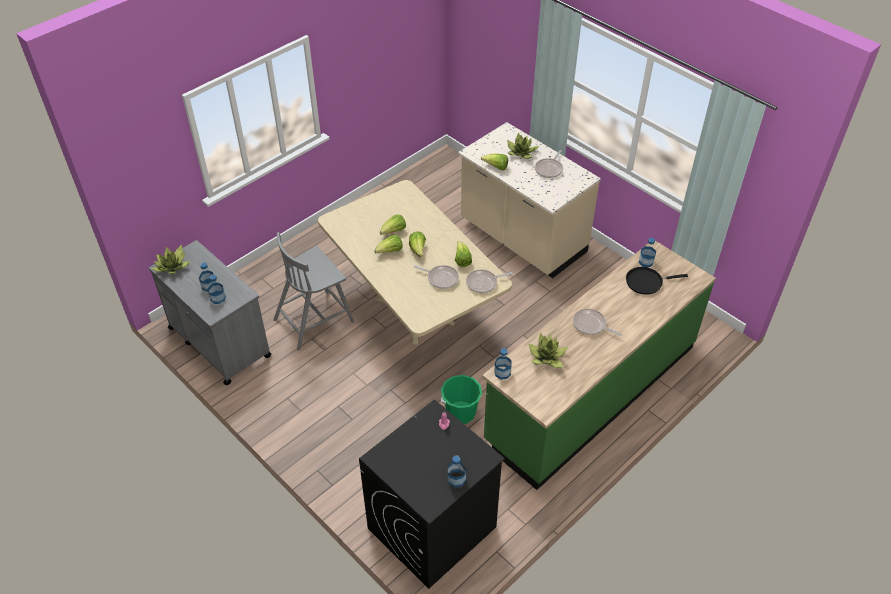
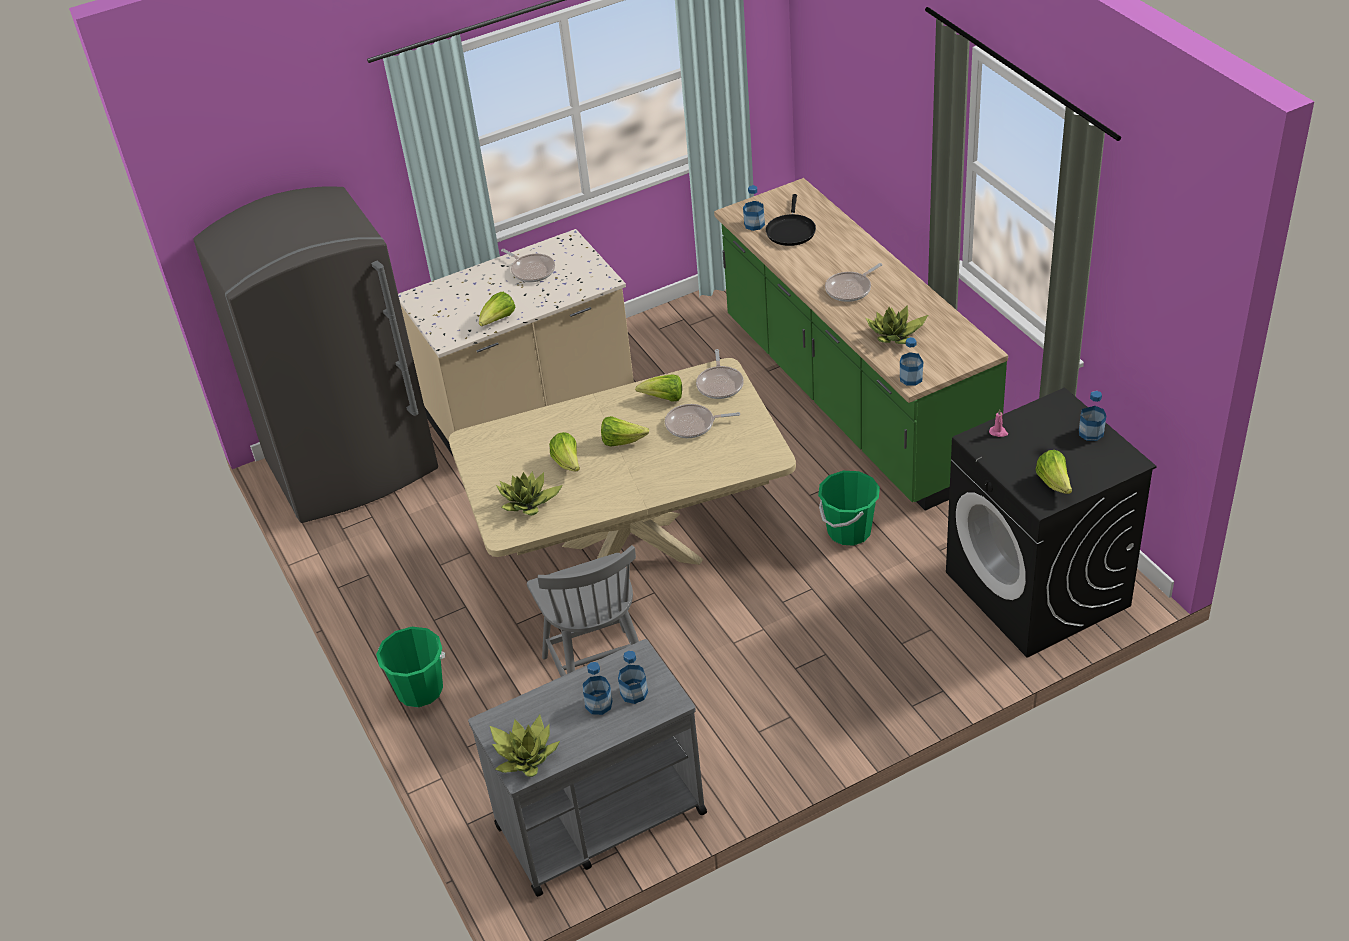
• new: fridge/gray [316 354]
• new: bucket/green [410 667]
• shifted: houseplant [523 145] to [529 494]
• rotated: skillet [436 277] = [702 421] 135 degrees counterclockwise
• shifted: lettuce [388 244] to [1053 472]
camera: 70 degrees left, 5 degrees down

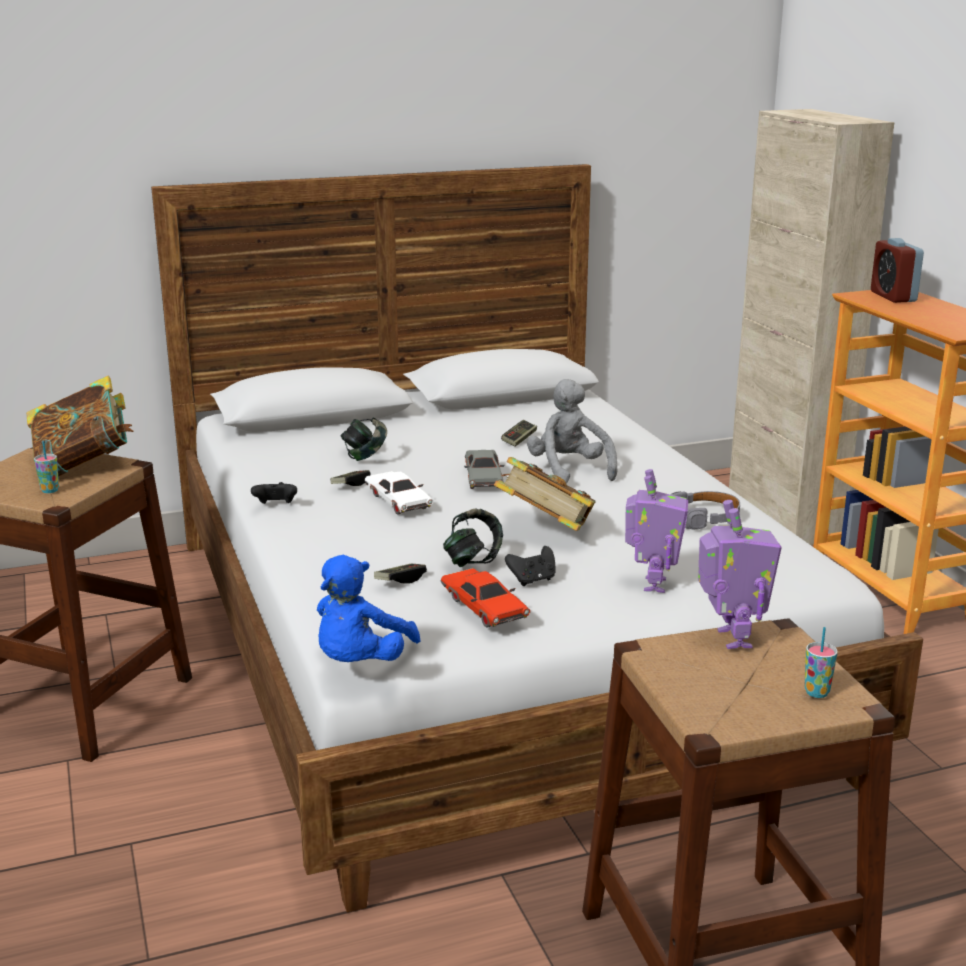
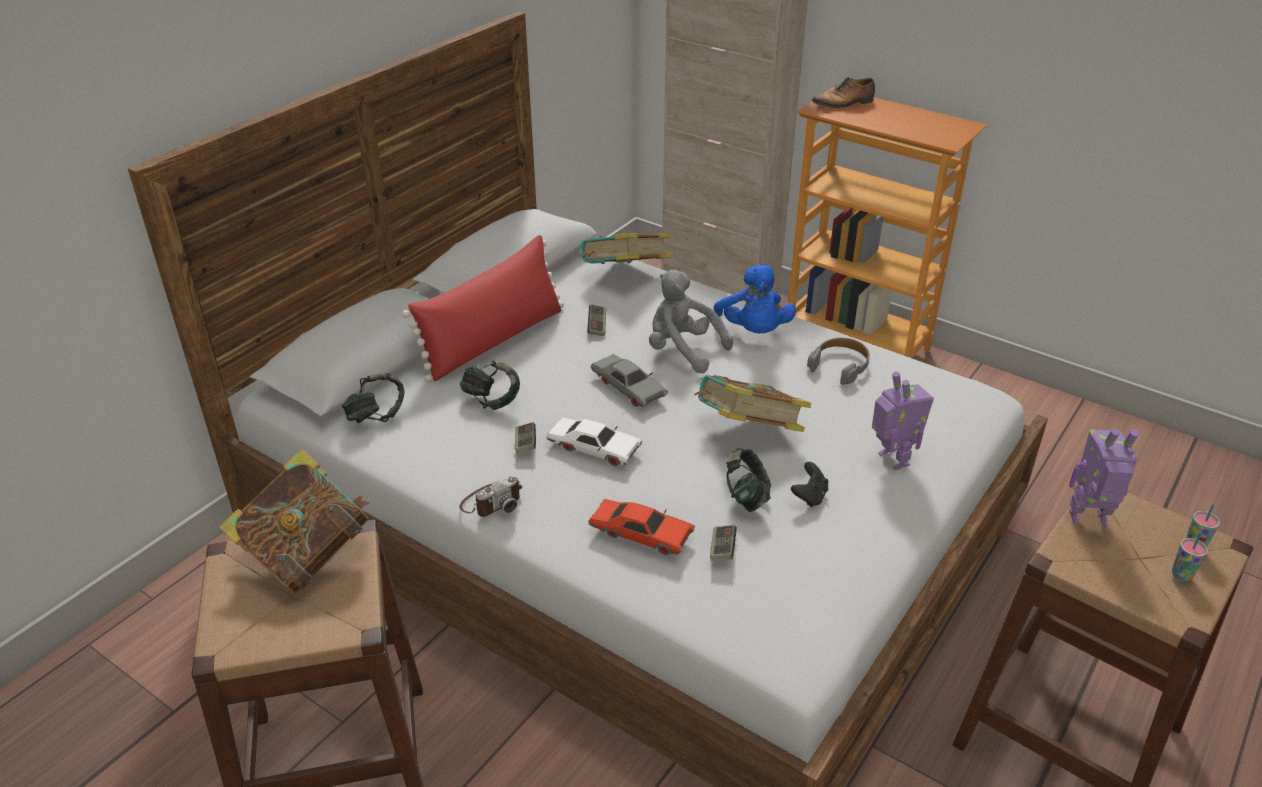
• new: headset [373 398]
• new: pillow/reddish [483 308]
• swapped: joypad/black [274 493] to photo camera [490 496]
• new: book [626 248]
• shifted: toy car/reddish [485 598] to [641 527]
• shifted: soft toy/bluish [368 608] to [755 299]
• swapped: alarm clock [897 270] to item of footwear [843 92]
• rotated: robot figure [740 574] = [1104 477] 45 degrees counterclockwise
• shifted: small cup [46 467] to [1190 557]
camera: 35 degrees left, 15 degrees up

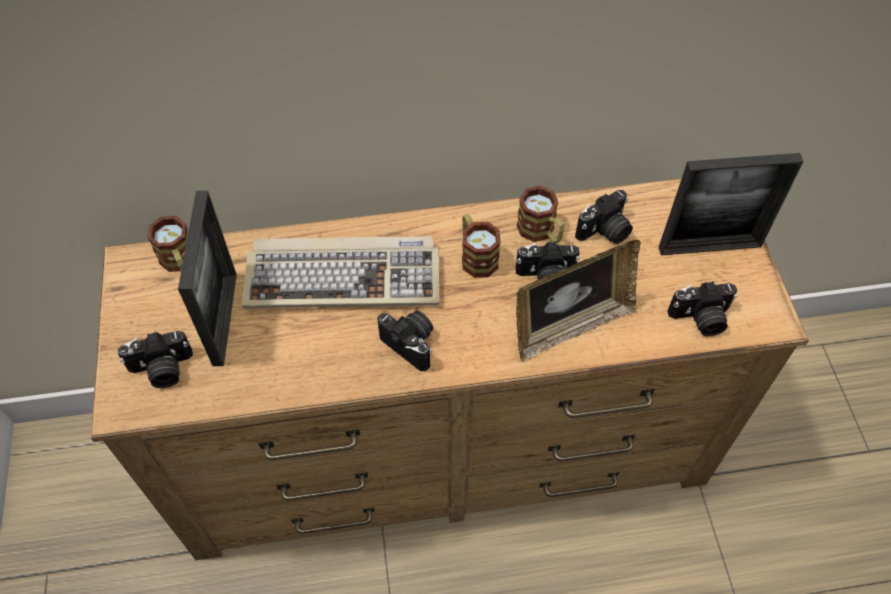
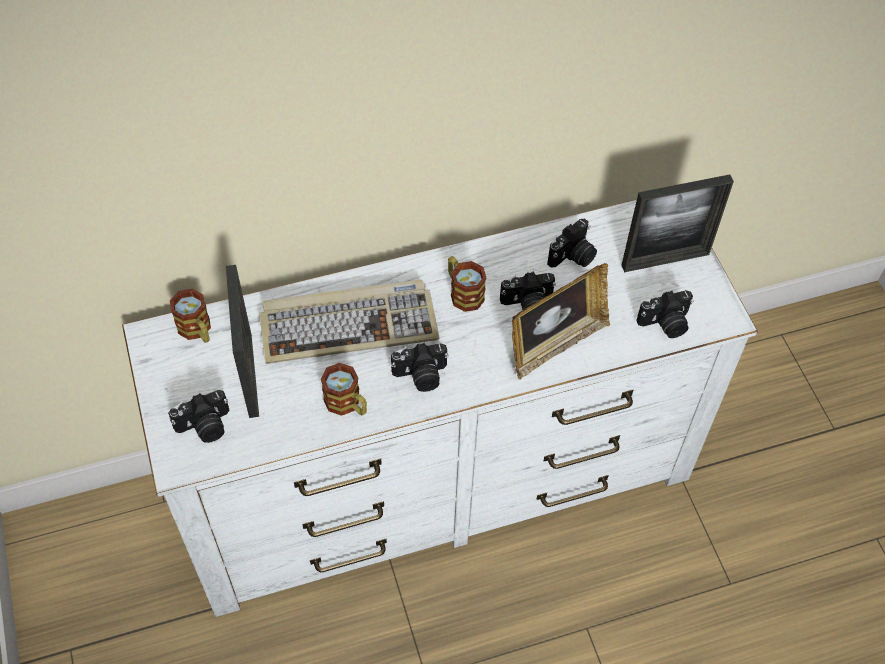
• repainted: dresser/brown [450 369] to dresser/white-coloured [440 408]
• shifted: mug [540 214] to [344 389]
• rotated: photo camera [405 341] = [420 367] 135 degrees clockwise
camera: 10 degrees left, 0 degrees up

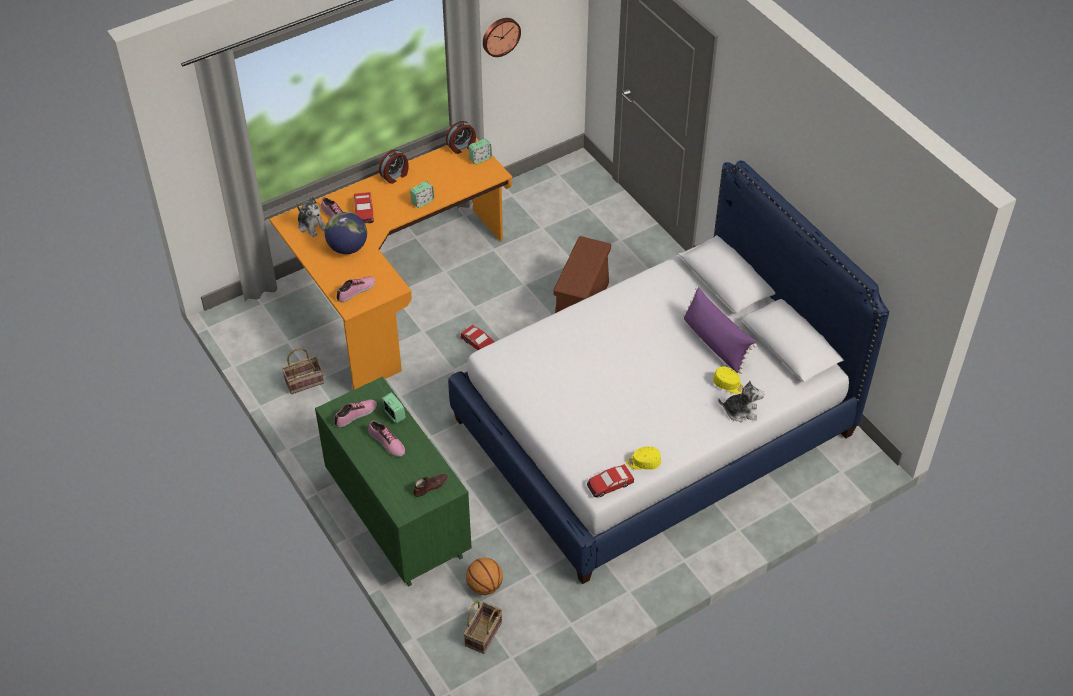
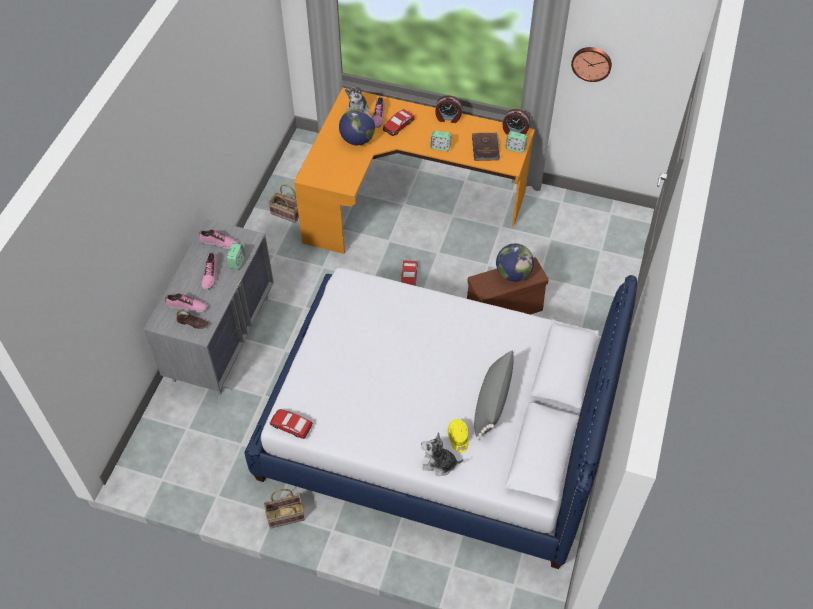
• repainted: dresser/green [393 482] to dresser/gray [209 307]
• shifted: item of footwear [355 289] to [186 303]
• shifted: household basket [482 627] to [284 509]
• rotated: soft toy [741 402] = [442 454] 135 degrees clockwise
• new: book/brown [486 146]
• repainted: pillow/purplish [720 330] to pillow/gray [494 394]
• new: globe [515 262]
• gone: basketball [484 576]
• gone: cap/yellowish [643 458]
camera: 50 degrees right, 5 degrees up

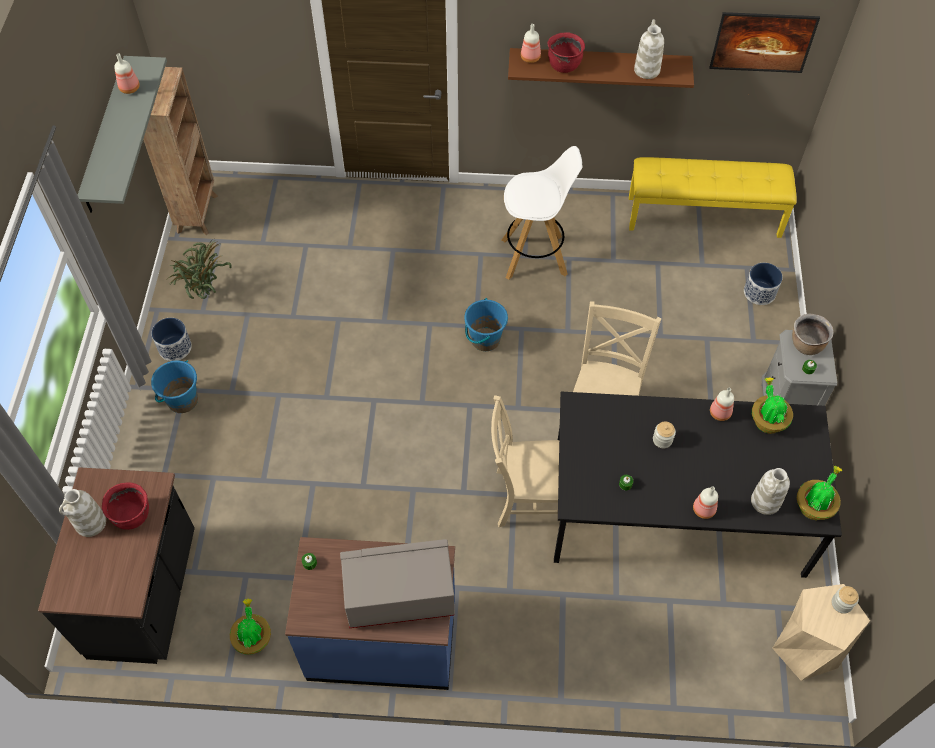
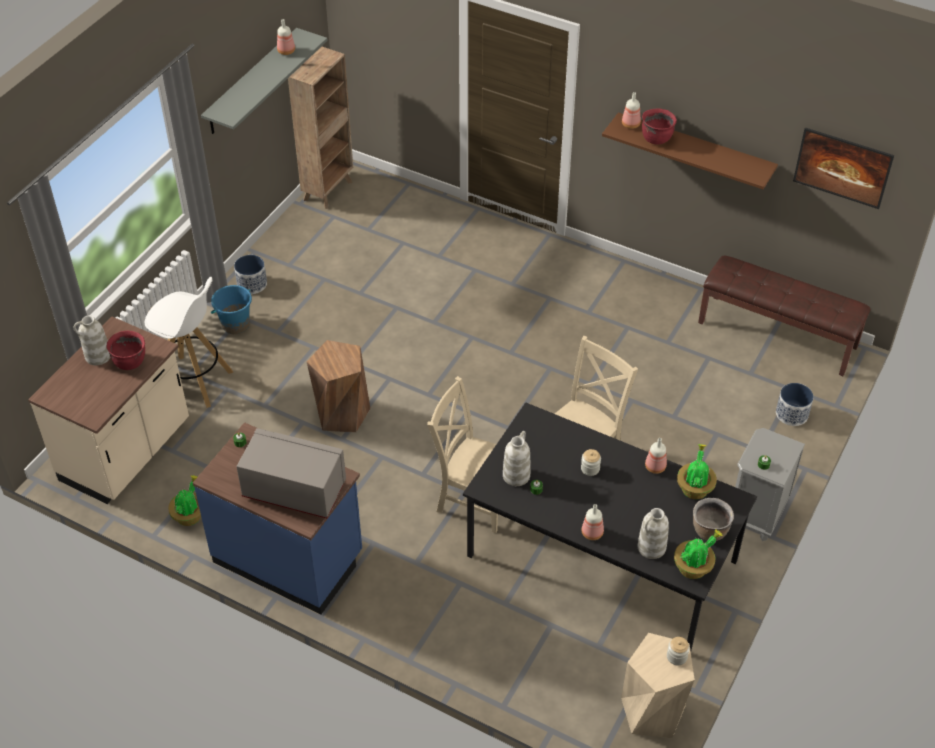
• repainted: kitchen counter/black [116 565] to kitchen counter/sand-coloured [108 410]
• shifted: stool seat/white-coloured [541 213] to [189 342]
• new: stool seat/brown [338 386]
• shifted: flower vase/white-coloured [649 49] to [517 458]
• shifted: stockpot/brown [812 334] to [713 519]
• repainted: bench/yellowish [712 197] to bench/brown [784 316]
• gone: houseplant [198 269]
• gone: bucket/bluish [486 324]
camera: 25 degrees right, 10 degrees down

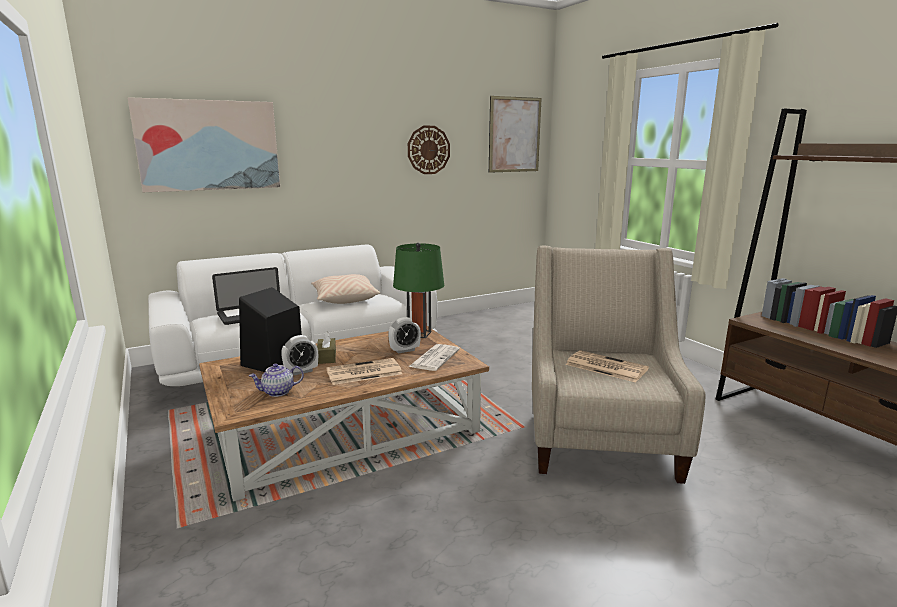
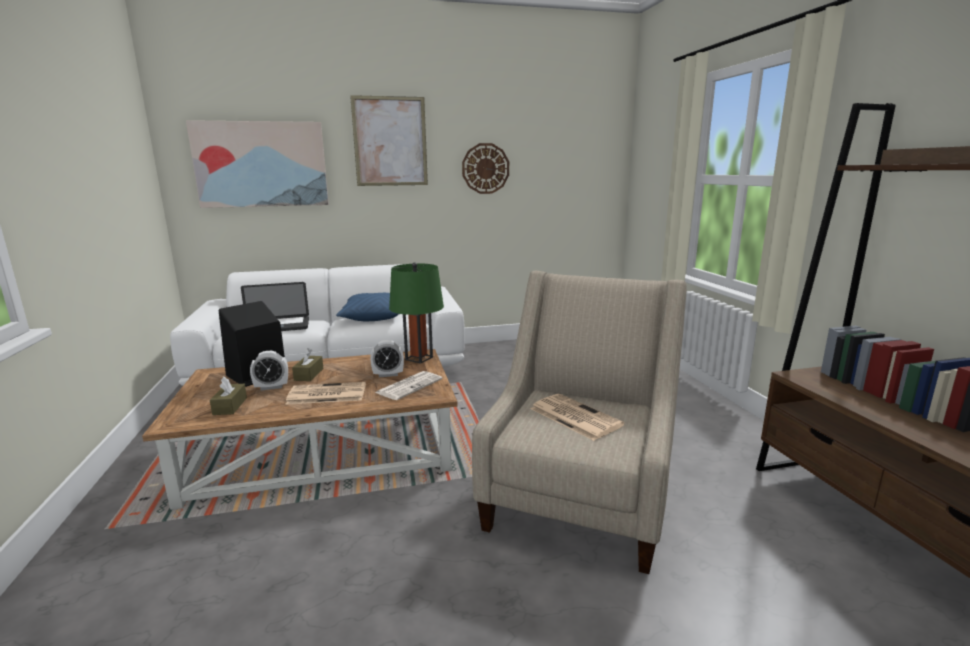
• swapped: tea pot [276 380] to tissue holder/brown [228 396]
• repainted: pillow/sand-coloured [345 289] to pillow/bluish [367 307]
• shifted: wall art [515 134] to [389 140]
camera: 15 degrees right, 0 degrees up

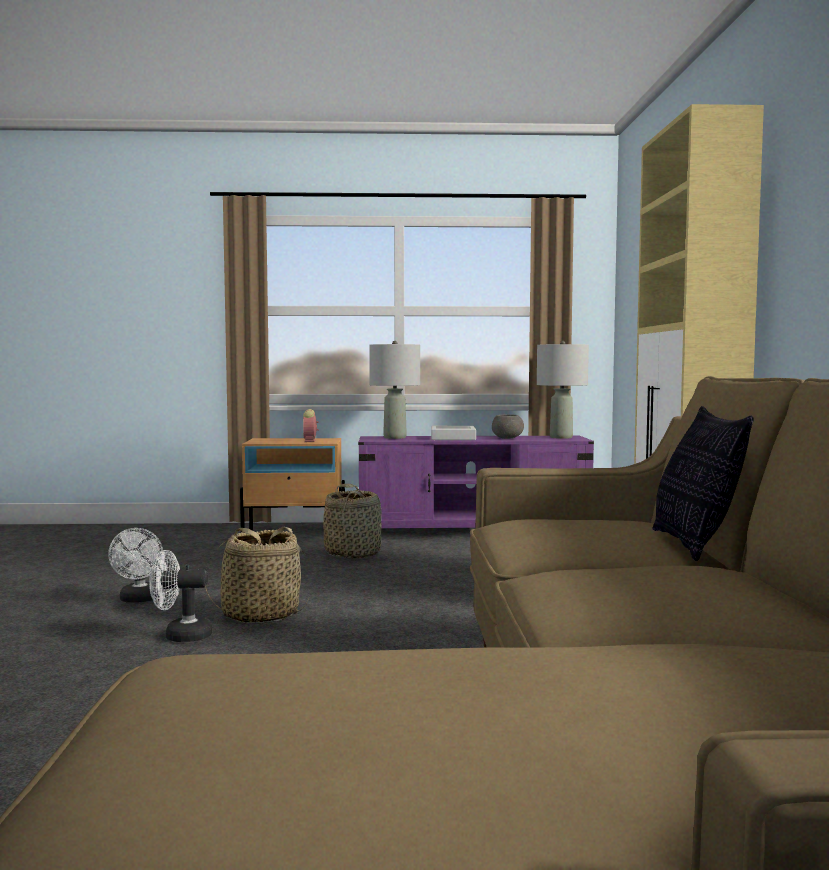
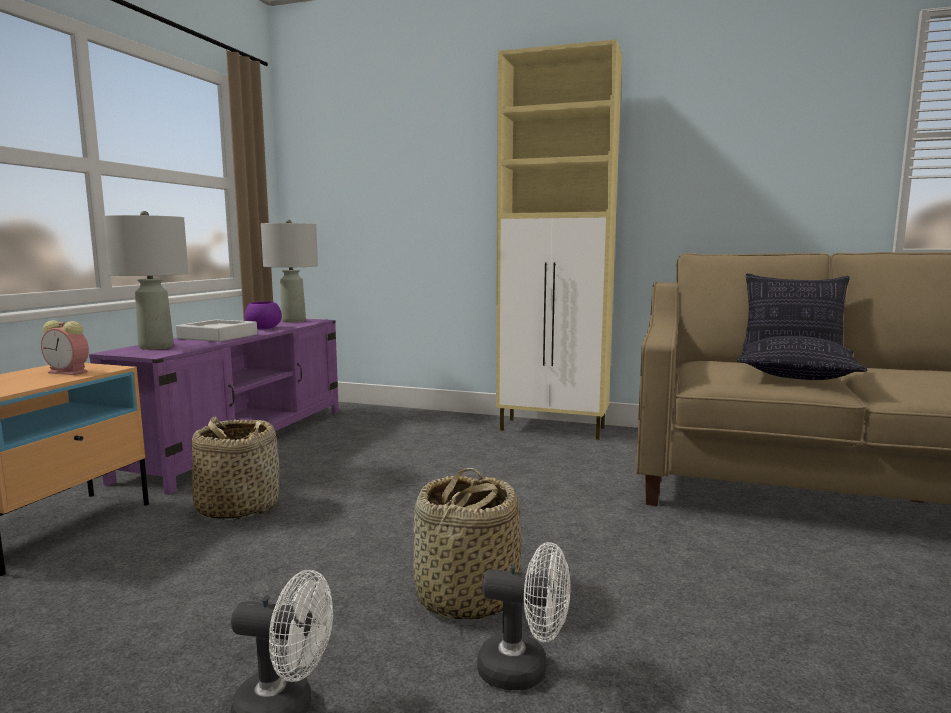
• repainted: deep dish/gray [508 426] to deep dish/purplish [263 315]
• rotated: cooling fan/white-coloured [180 596] = [524 616] 90 degrees counterclockwise
• new: pillow [802 358]
camera: 70 degrees left, 5 degrees up

